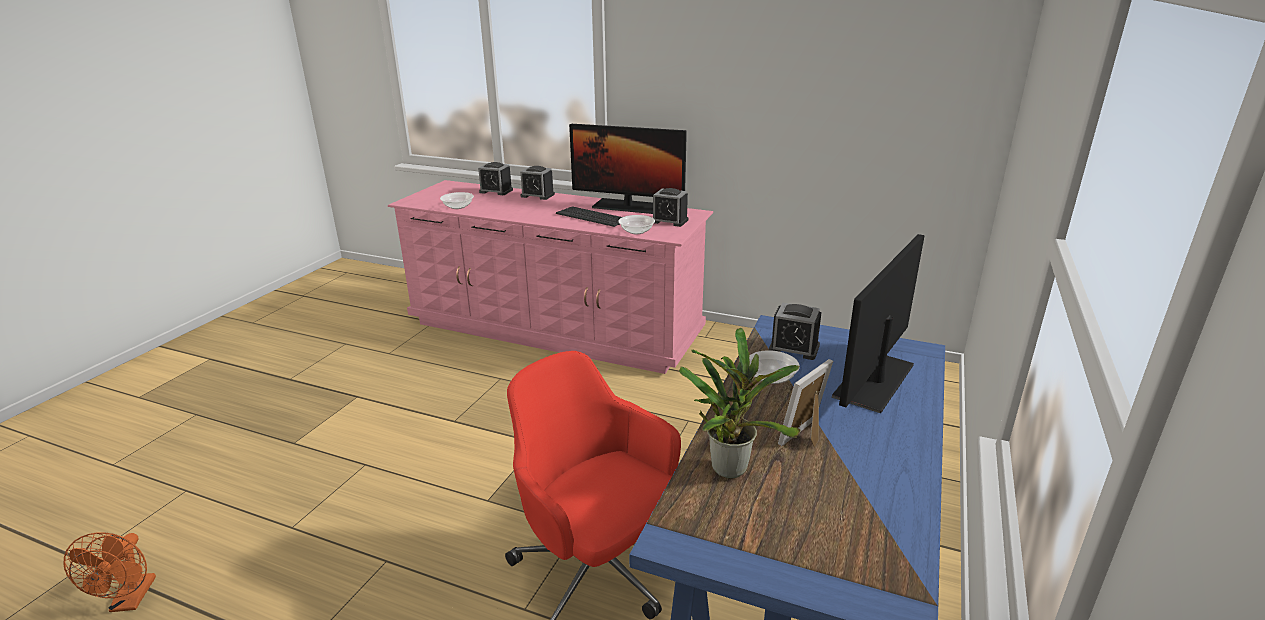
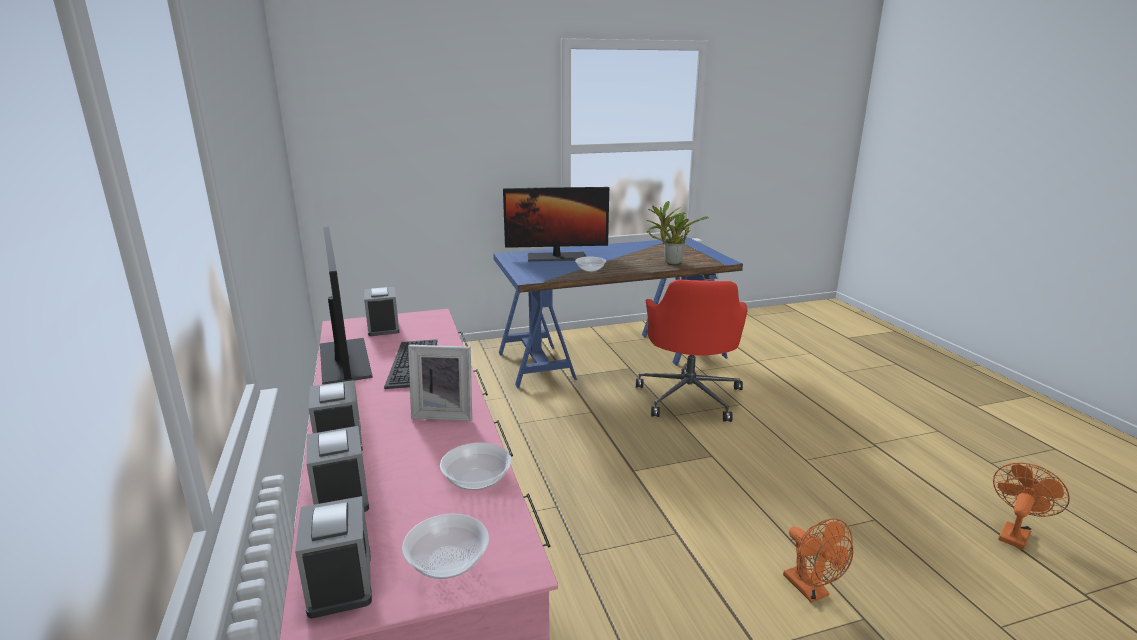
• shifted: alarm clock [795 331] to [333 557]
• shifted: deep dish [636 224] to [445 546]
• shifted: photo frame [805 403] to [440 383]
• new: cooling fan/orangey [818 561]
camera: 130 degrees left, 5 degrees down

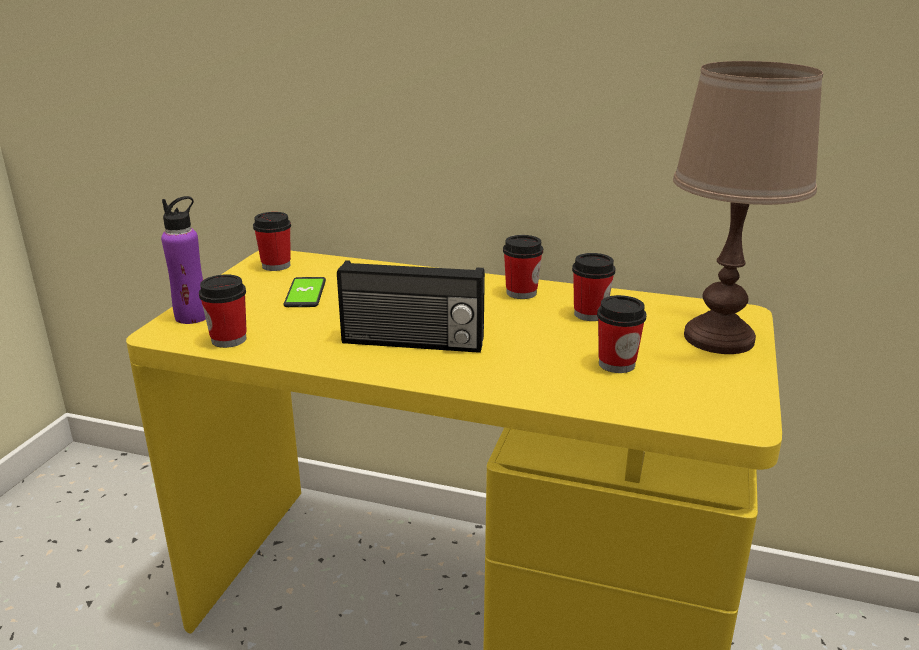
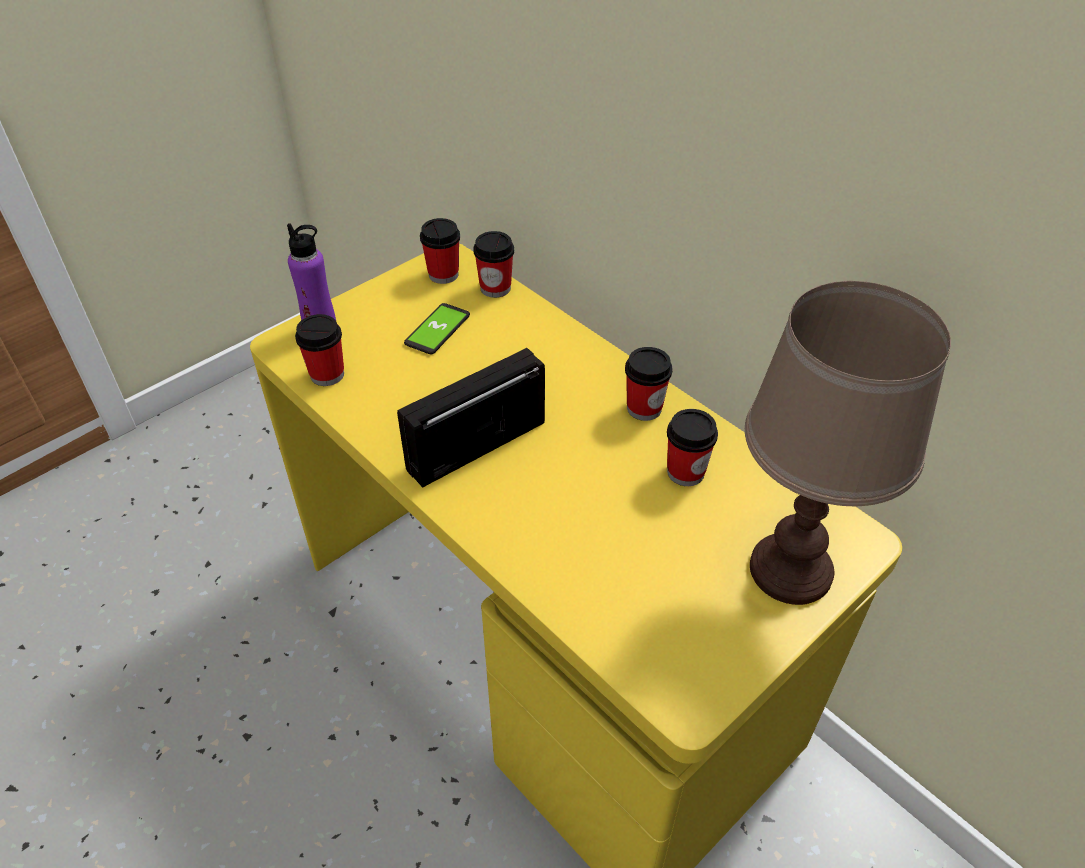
• rotated: radio set [411 306] = [471 418] 105 degrees clockwise
• shifted: small cup [621 334] to [493 264]
camera: 30 degrees right, 20 degrees up

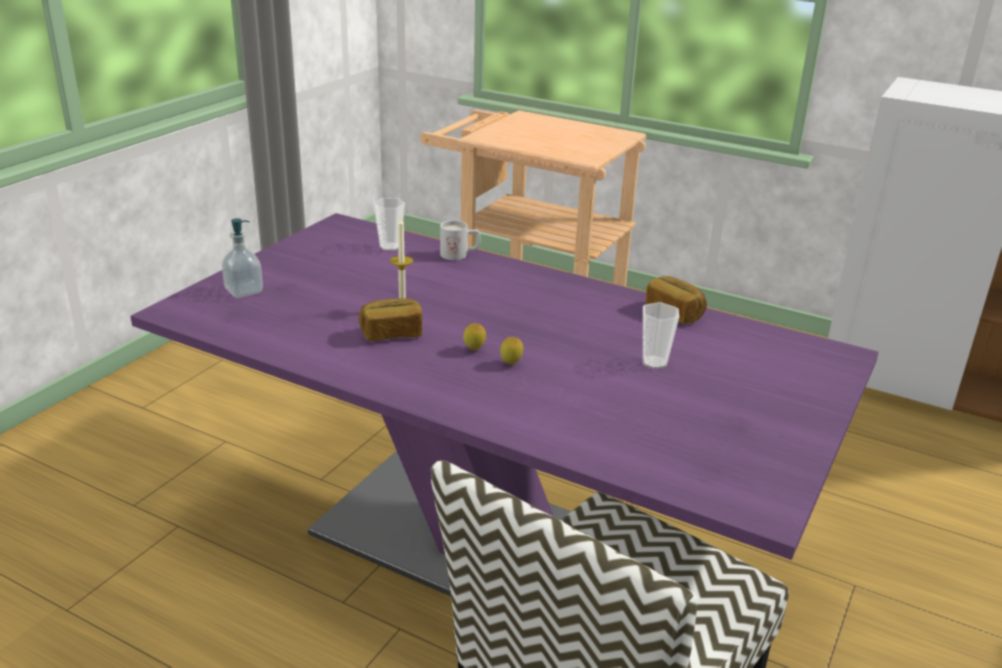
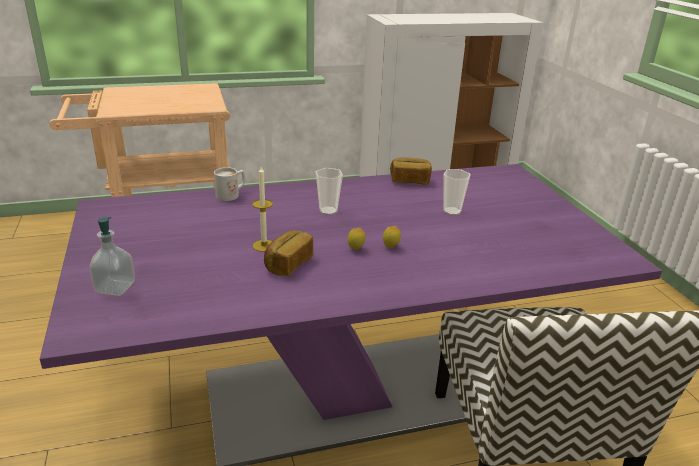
• shifted: small cup [389 224] to [329 191]
camera: 45 degrees left, 0 degrees up

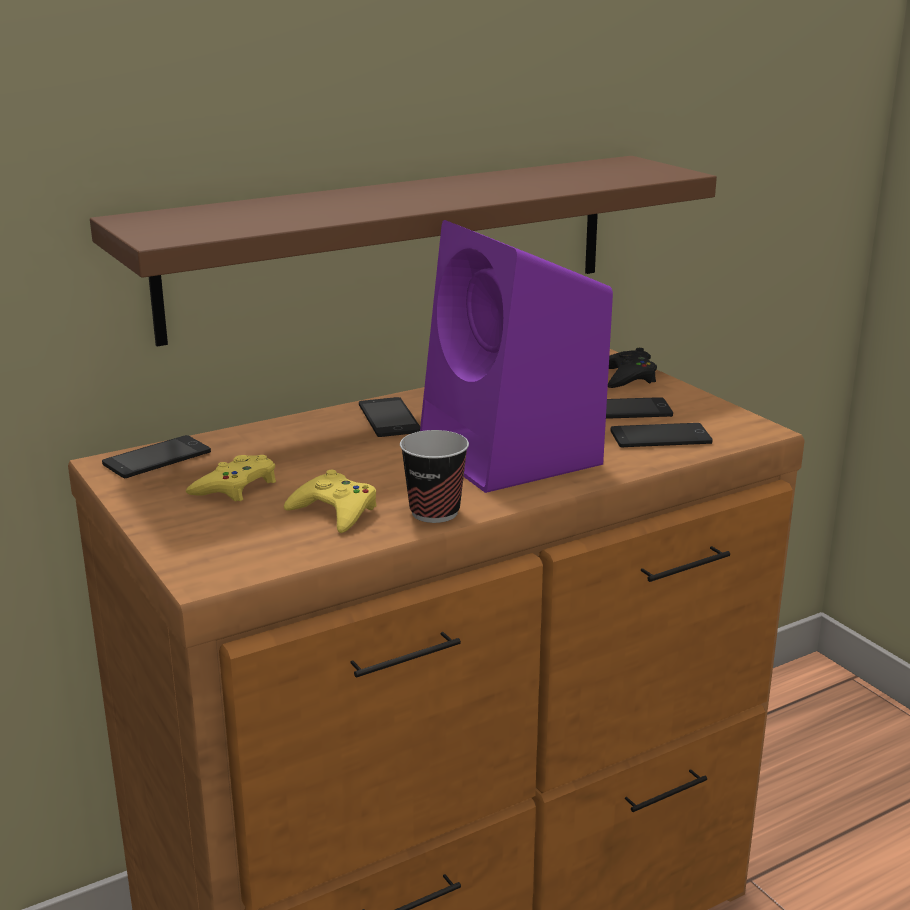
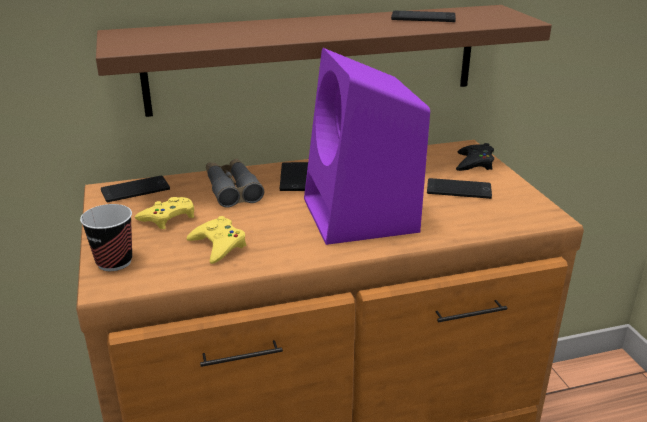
• shifted: small cup [434 476] to [106 237]
• new: binoculars/gray [235 183]
• shifted: phone [661 435] to [423 16]
camera: 15 degrees right, 5 degrees up

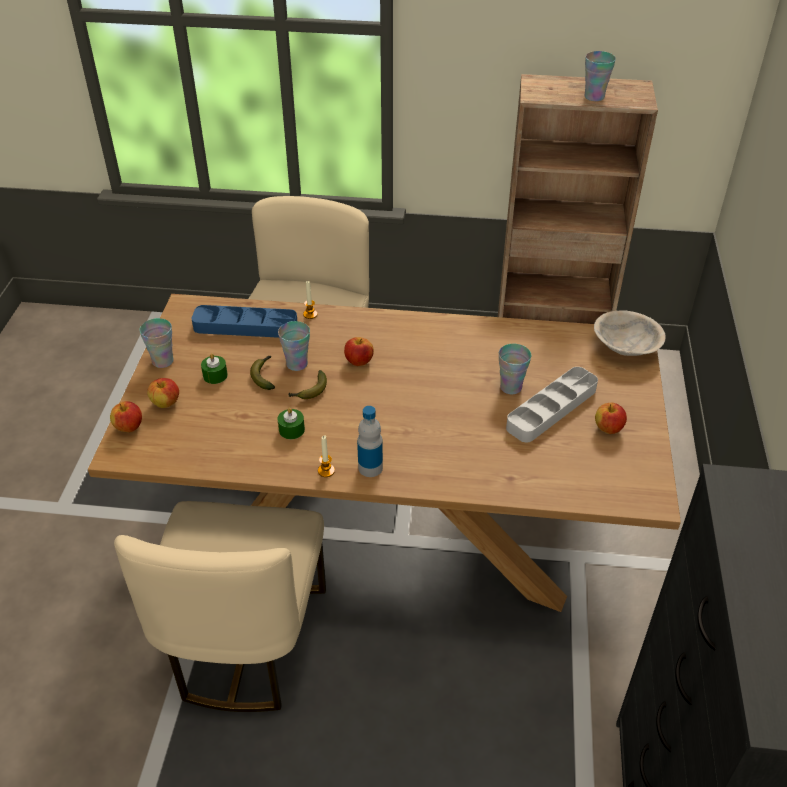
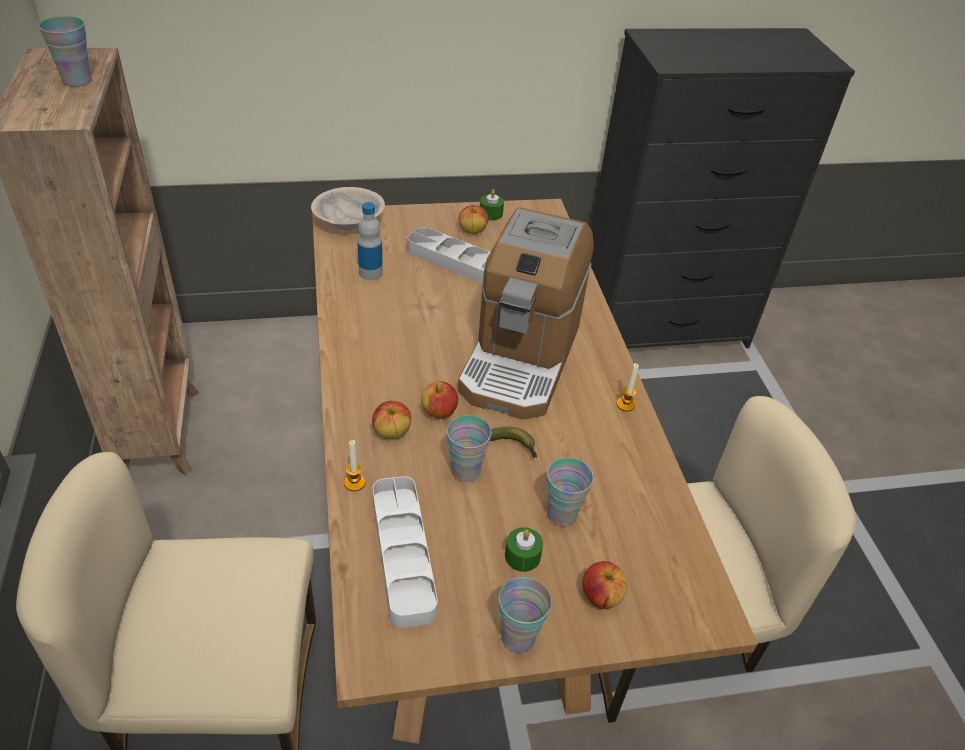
• shifted: beverage bottle [370 441] to [370 241]
• shifted: whole apple [126 416] to [391 420]
• repainted: serving tray/bluish [244 321] to serving tray/white-coloured [405 552]
• new: coffee maker [526 313]
• shifted: candle/green [291 423] to [492 204]
• shifted: small cup [515 369] to [570 492]
• gone: banana [262 373]
camera: 110 degrees left, 0 degrees up

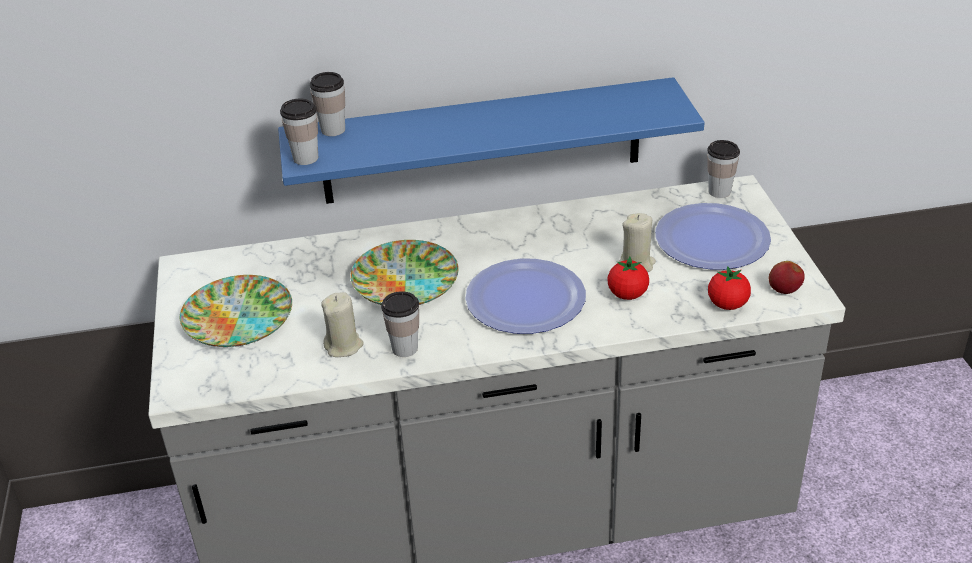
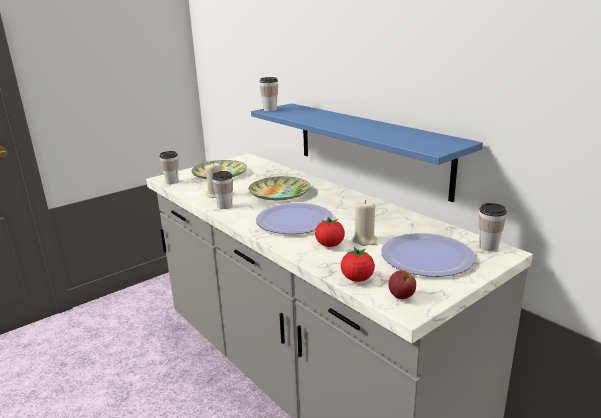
• shifted: small cup [327 104] to [169 167]
camera: 60 degrees right, 15 degrees down

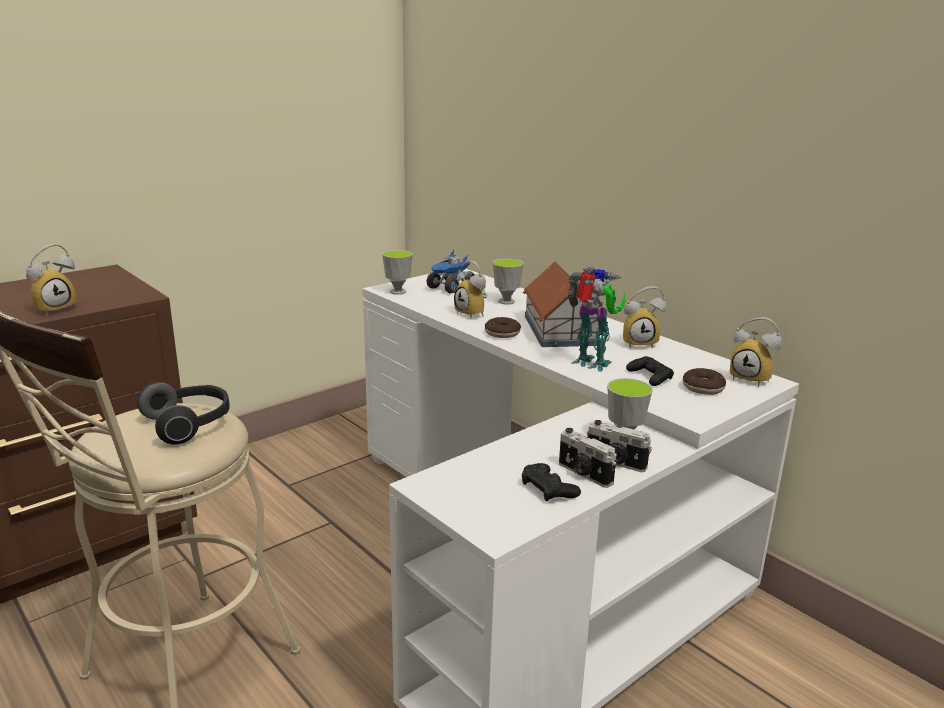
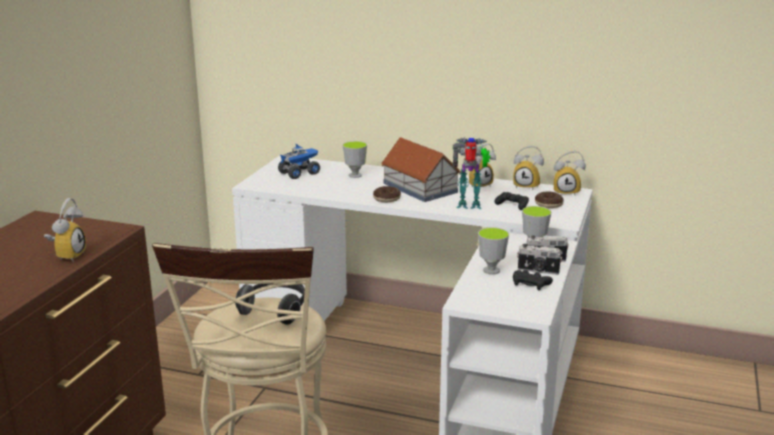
• rotated: toy truck [450 271] = [299 161] 135 degrees counterclockwise
• shifted: small cup [397 272] to [493 250]
• shifted: alarm clock [471 289] to [528 167]
camera: 30 degrees left, 0 degrees up

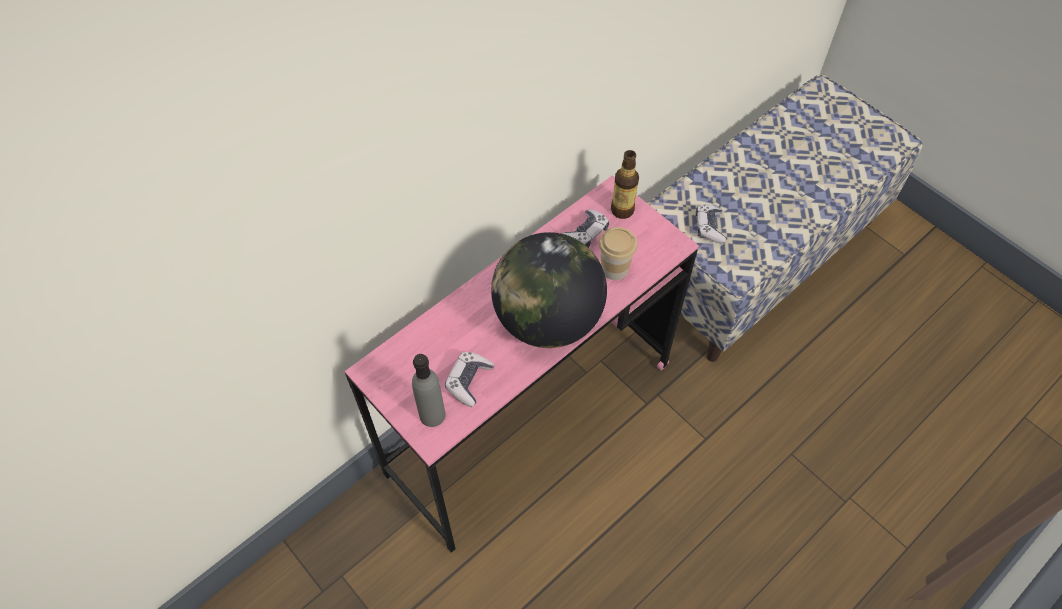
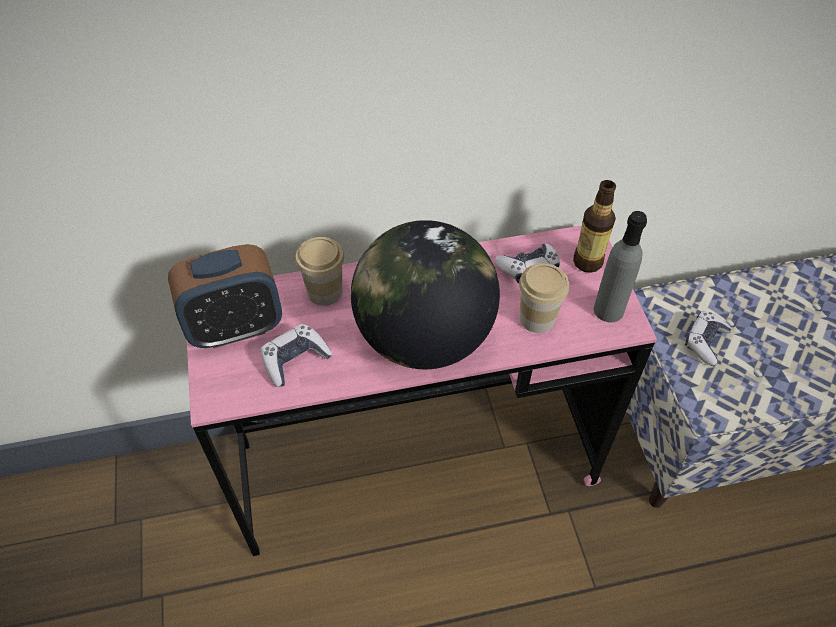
• new: alarm clock [225 296]
• new: small cup [319 271]
• shifted: beverage bottle/gray [428 390] to [620 267]
camera: 30 degrees right, 5 degrees down

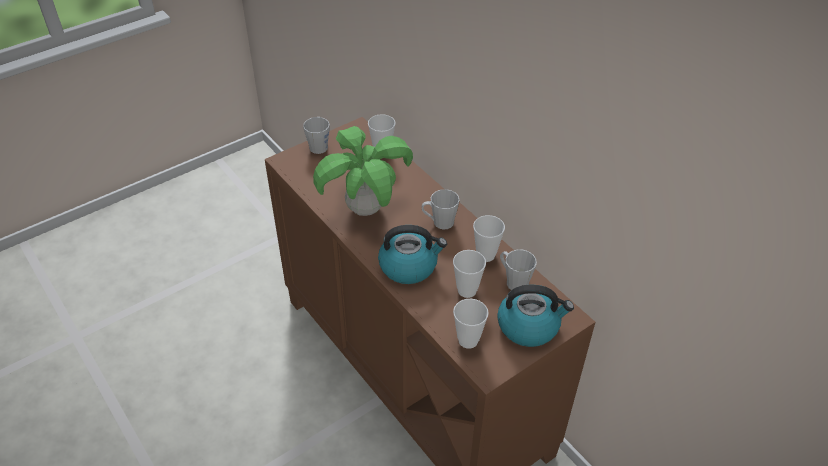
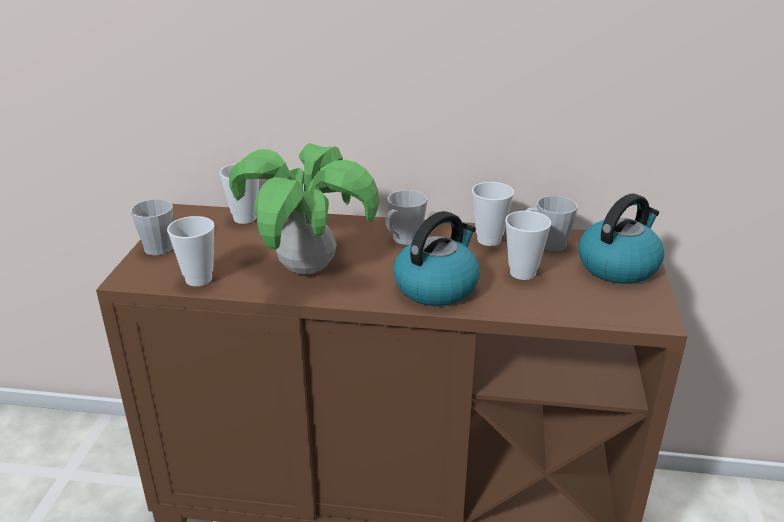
• shifted: small cup [471 324] to [191 251]
camera: 45 degrees left, 15 degrees down

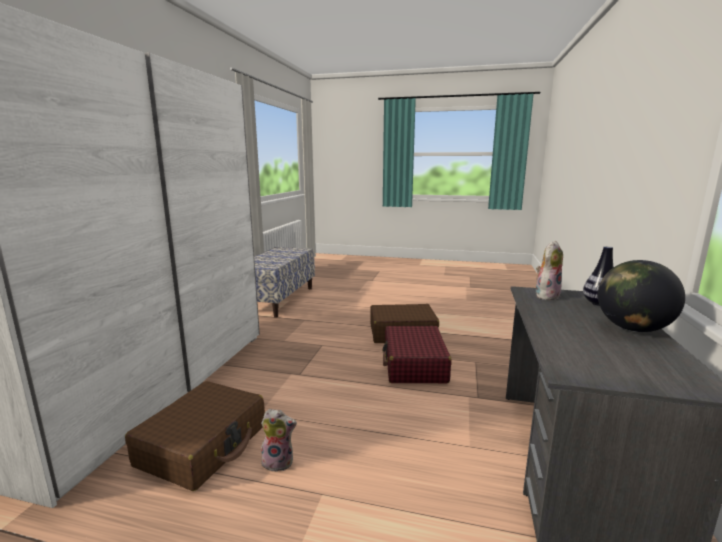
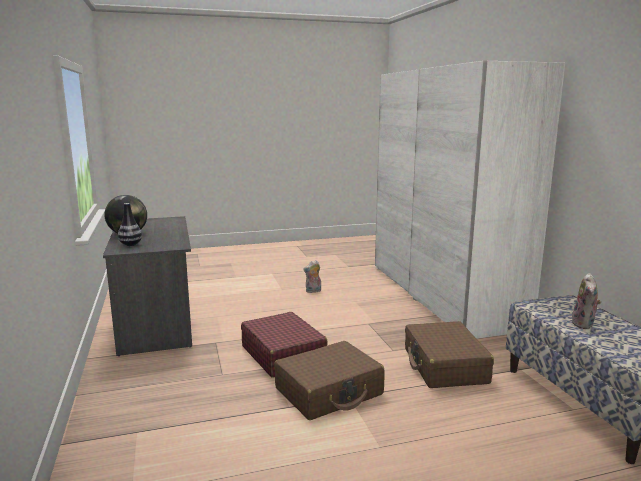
• shifted: piece of luggage/brown [195 436] to [449 354]
• shifted: soft toy [549 270] to [586 301]
camera: 150 degrees right, 0 degrees up

